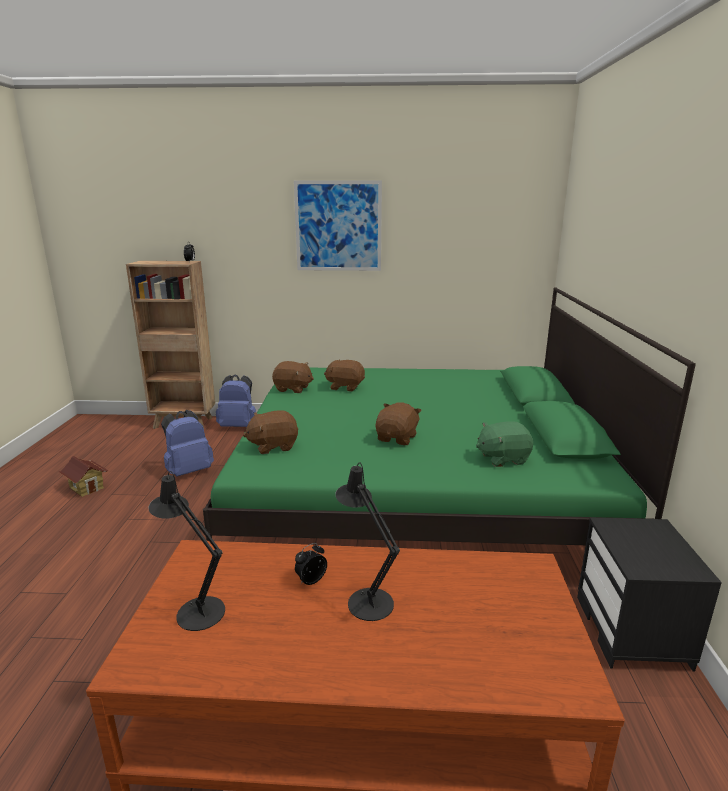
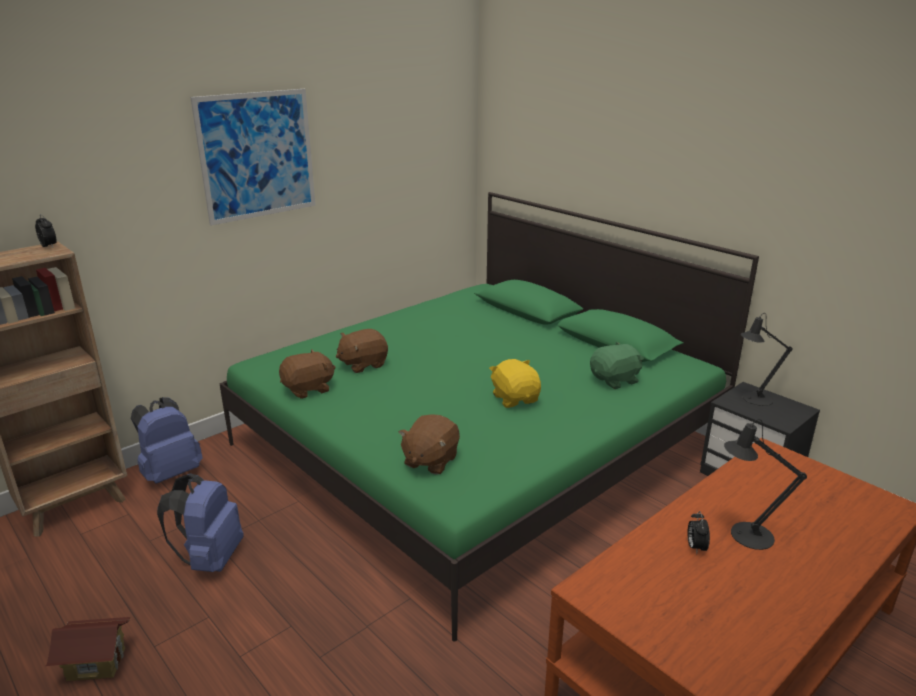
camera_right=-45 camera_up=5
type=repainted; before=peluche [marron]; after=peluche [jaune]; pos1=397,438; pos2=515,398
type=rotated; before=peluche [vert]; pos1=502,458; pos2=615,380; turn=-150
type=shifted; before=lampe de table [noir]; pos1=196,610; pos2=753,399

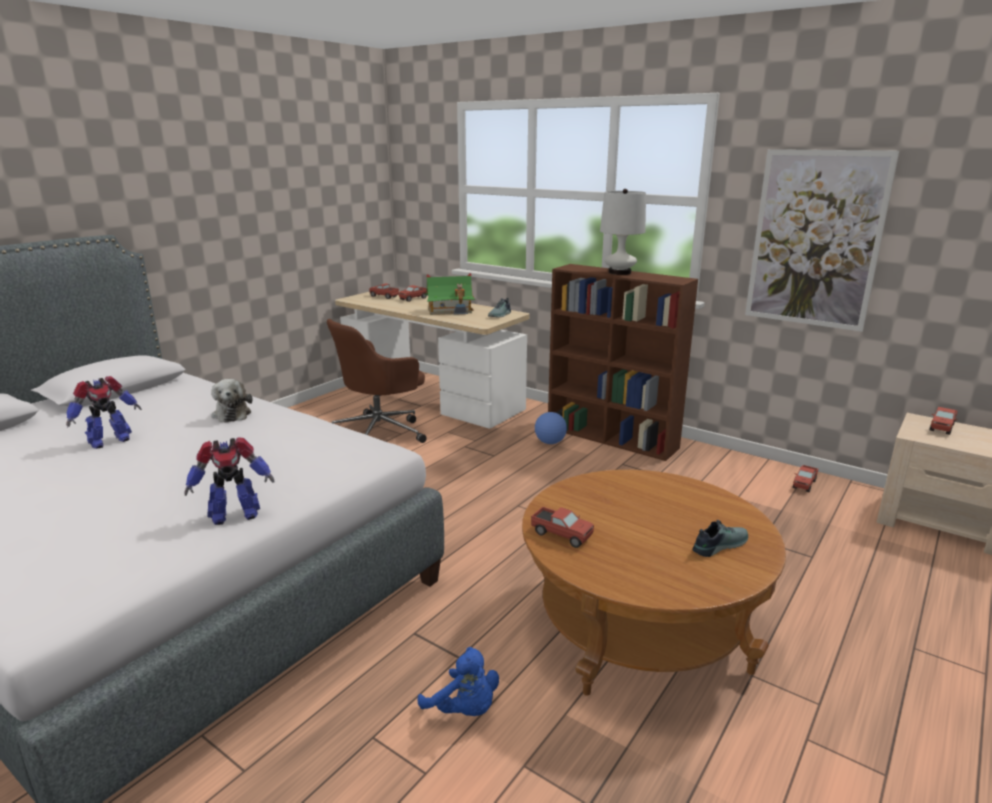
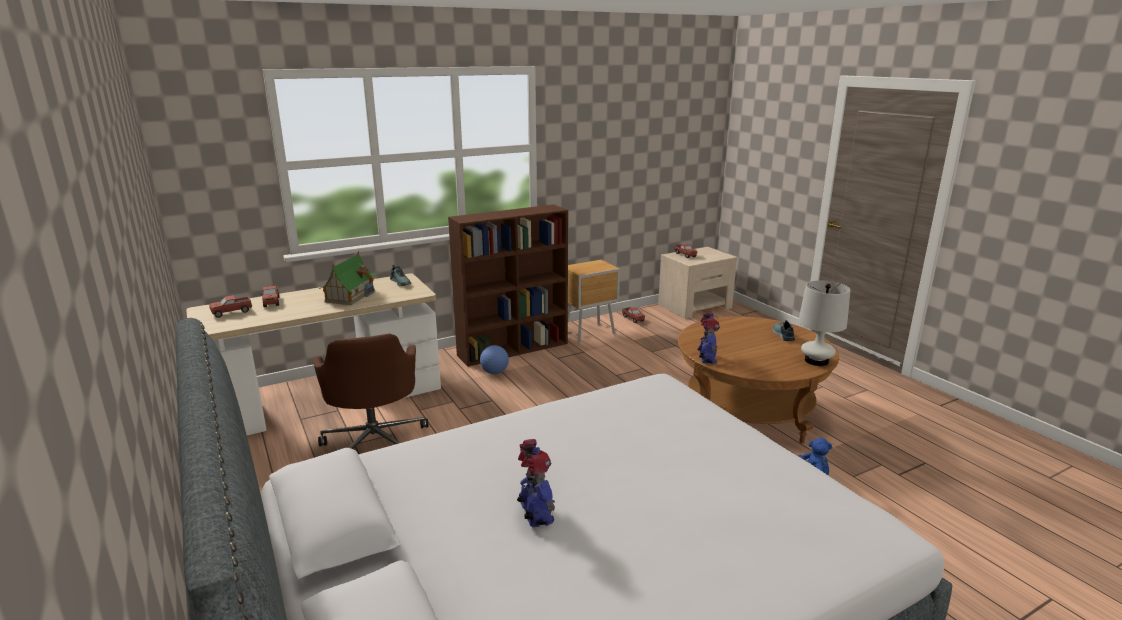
camera_right=-65 camera_up=0
type=gone; before=tableau; pos1=815,240
type=shifted; before=lampe de table [blanc]; pos1=619,272; pos2=816,361
type=gone; before=peluche; pos1=232,414
type=shifted; before=robot jouet; pos1=234,515; pos2=706,359
type=gone; before=camion jouet; pos1=561,535
type=new; after=table de chevet [marron]; pos2=590,332

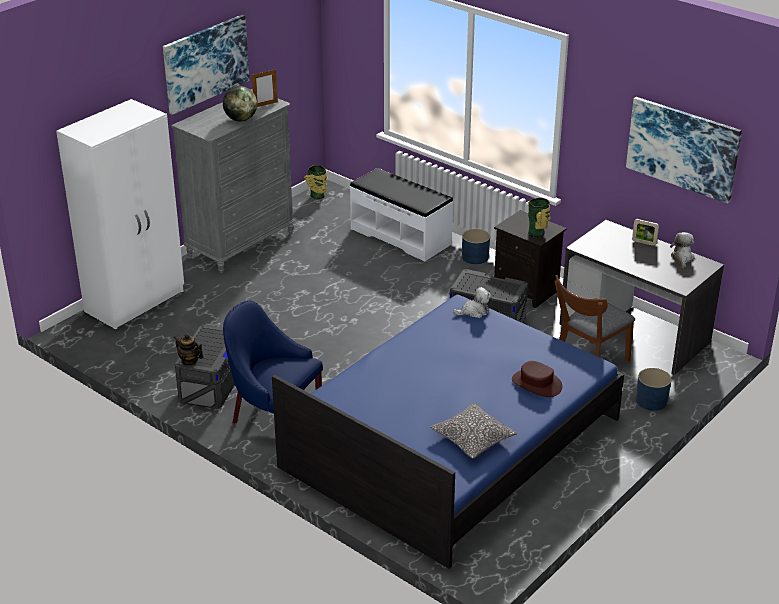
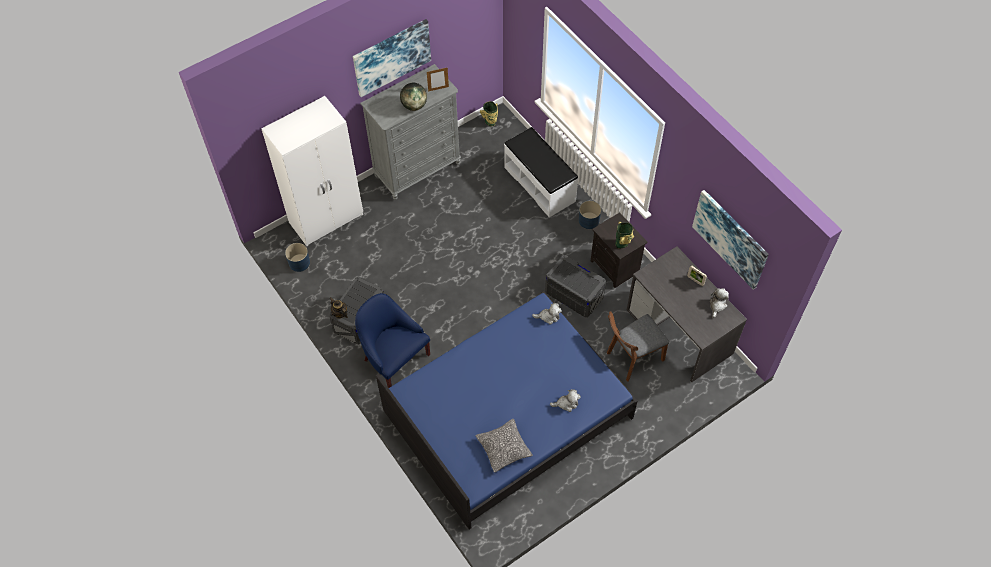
camera_right=15 camera_up=25
type=swapped; before=chapeau [marron]; after=peluche; pos1=536,384; pos2=566,403
type=shifted; before=cache-pot [bleu]; pos1=651,401; pos2=299,262

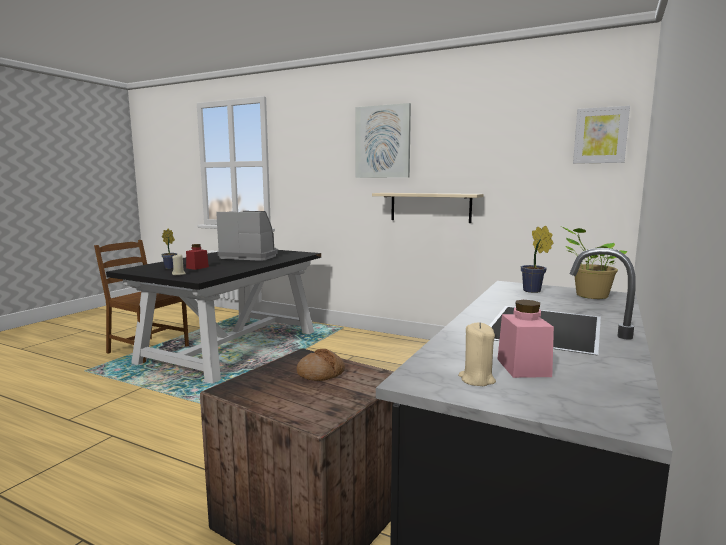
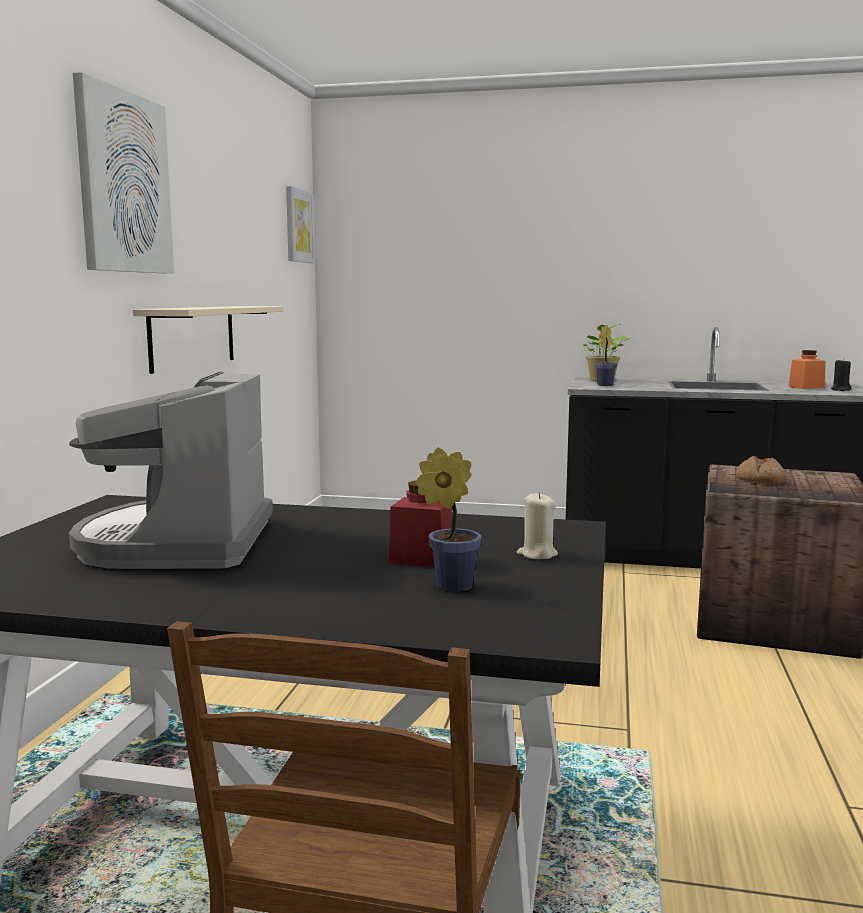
camera_right=-105 camera_up=0
type=repainted; before=bocal [rose]; after=bocal [orange]; pos1=523,367; pos2=806,387
type=repainted; before=bougie [beige]; after=bougie [noir]; pos1=476,379; pos2=840,390

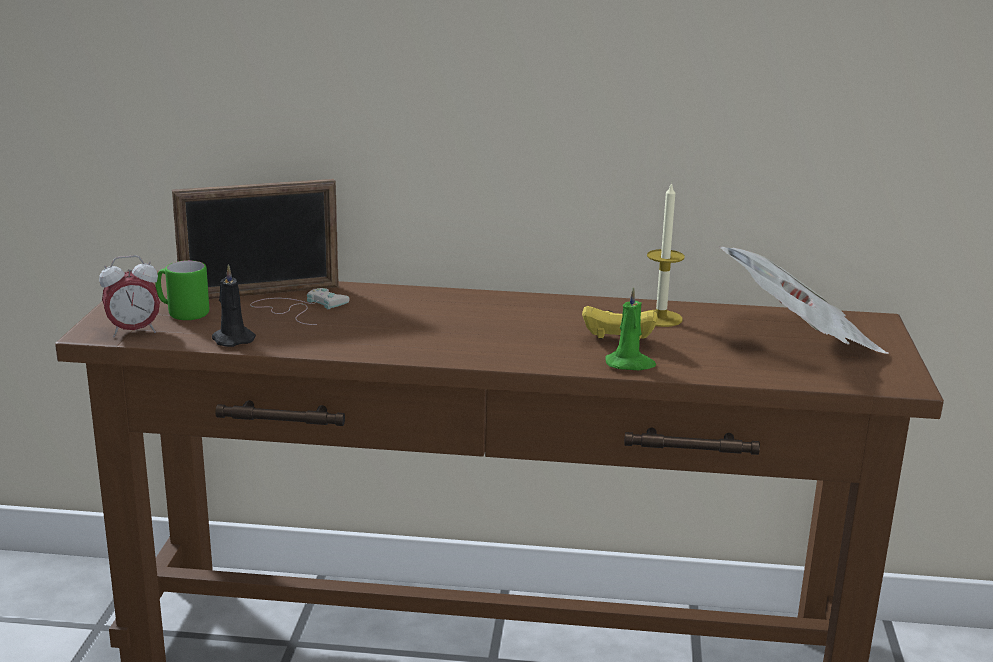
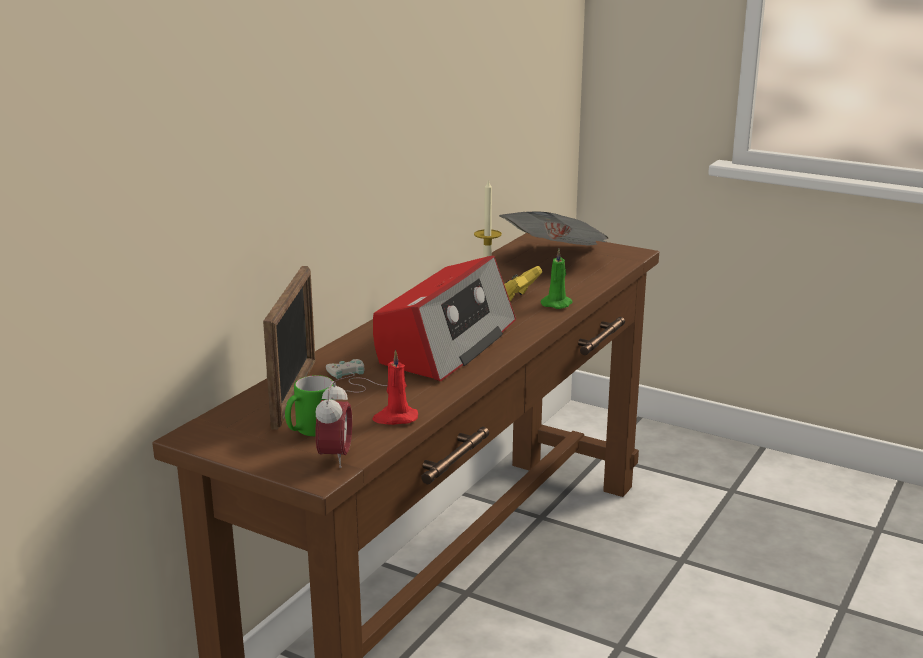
camera_right=-65 camera_up=0
type=repainted; before=bougie [noir]; after=bougie [rouge]; pos1=232,339; pos2=395,418
type=new; after=radio; pos2=445,343

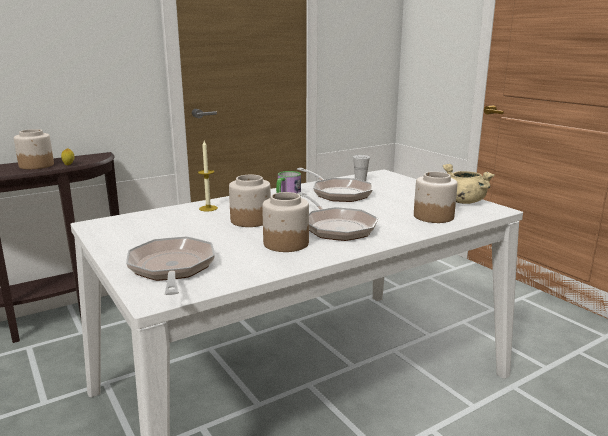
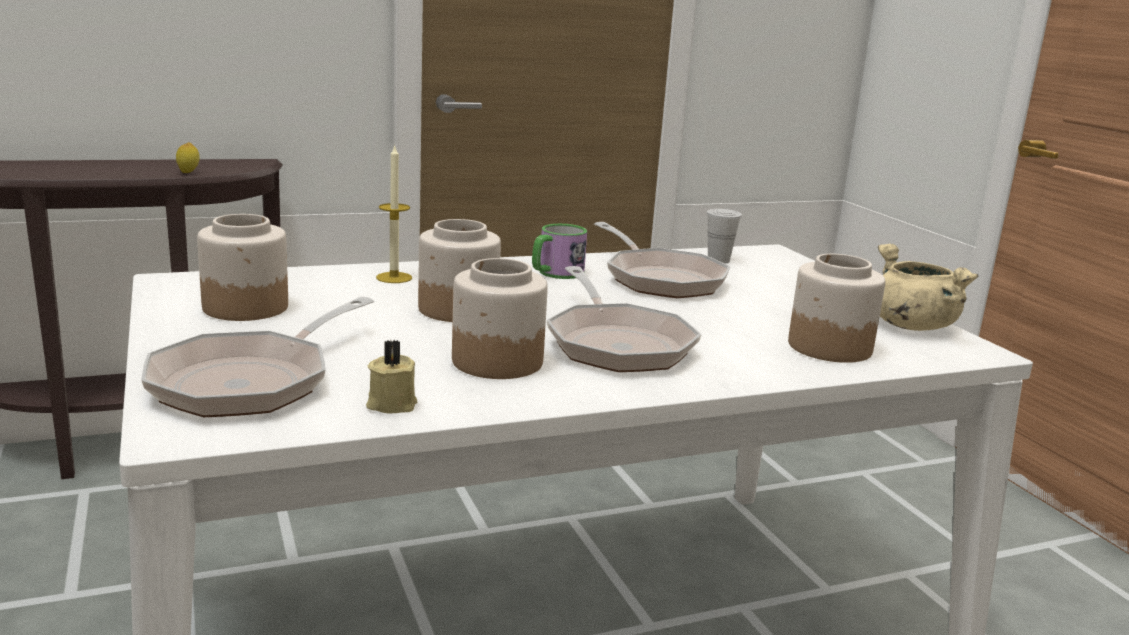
camera_right=10 camera_up=0
type=shifted; before=bocal; pos1=37,165; pos2=246,307
type=rotated; before=poêle; pos1=172,269; pos2=251,381; turn=-150
type=new; after=bougie [beige]; pos2=391,403

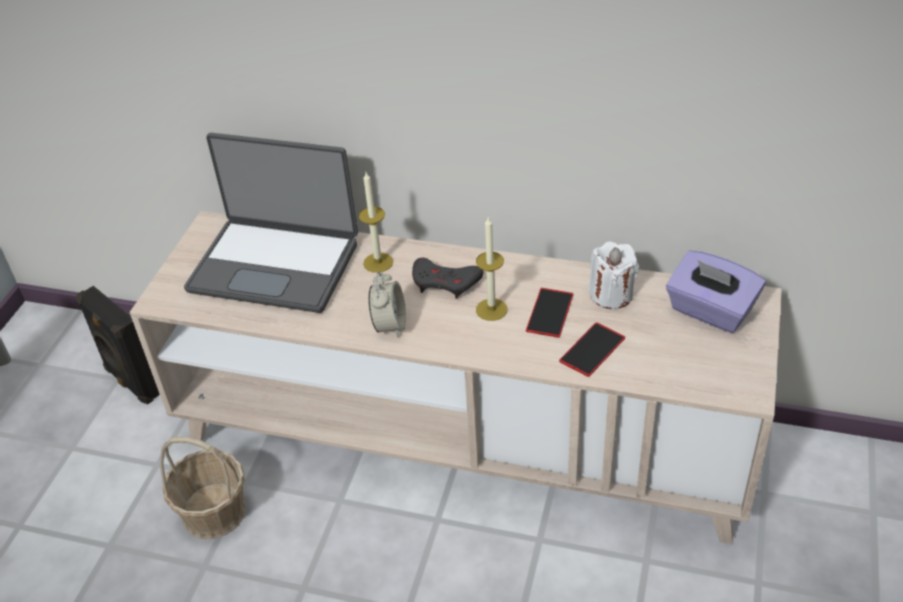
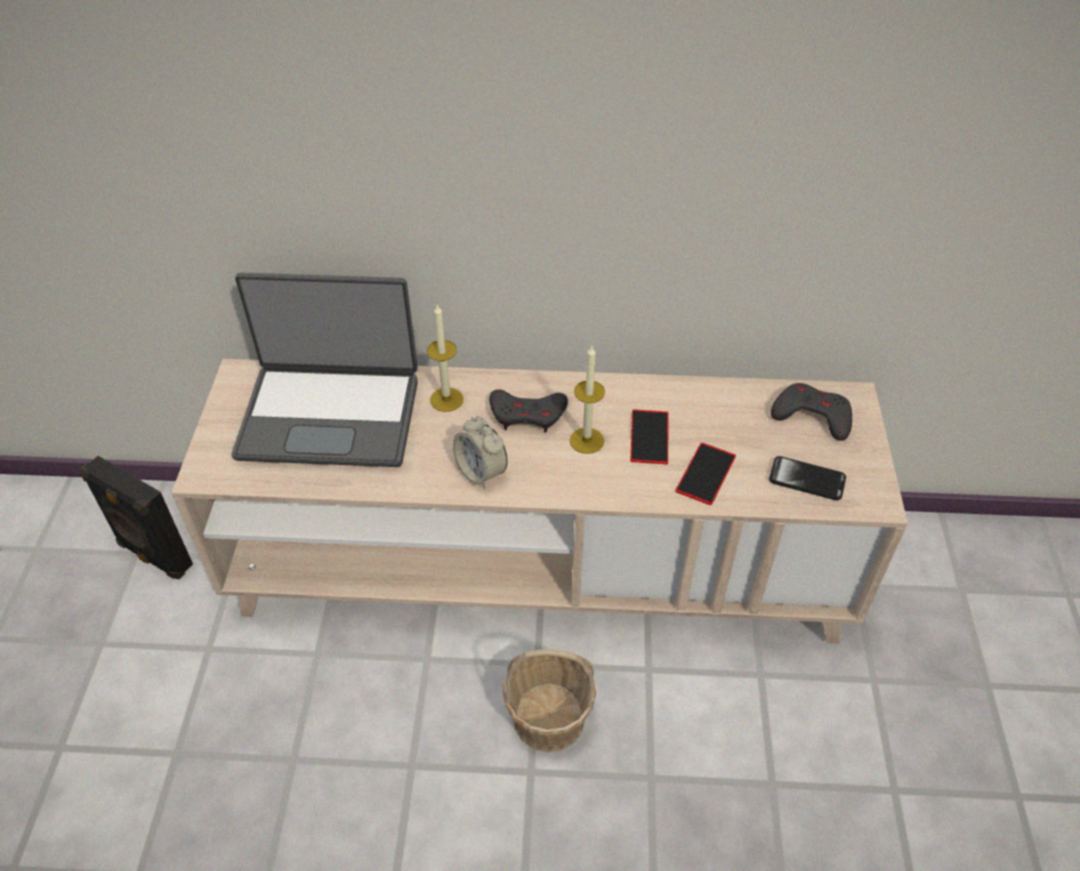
camera_right=-15 camera_up=5
type=gone; before=bougie [blanc]; pos1=611,294
type=swapped; before=boîte à mouchoirs [violet]; after=manette [gris]; pos1=710,311; pos2=812,416
type=rotated; before=réveil; pos1=390,325; pos2=481,472; turn=150
type=shifted; before=panier; pos1=214,511; pos2=548,717
type=new; after=téléphone; pos2=806,479

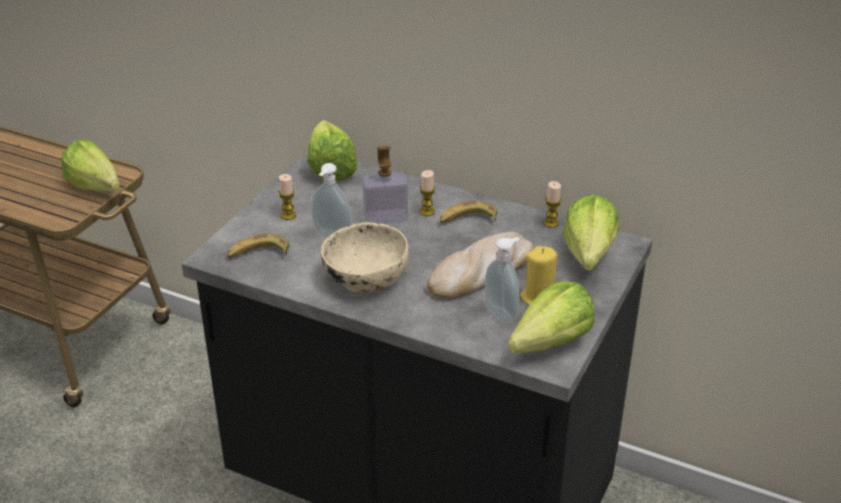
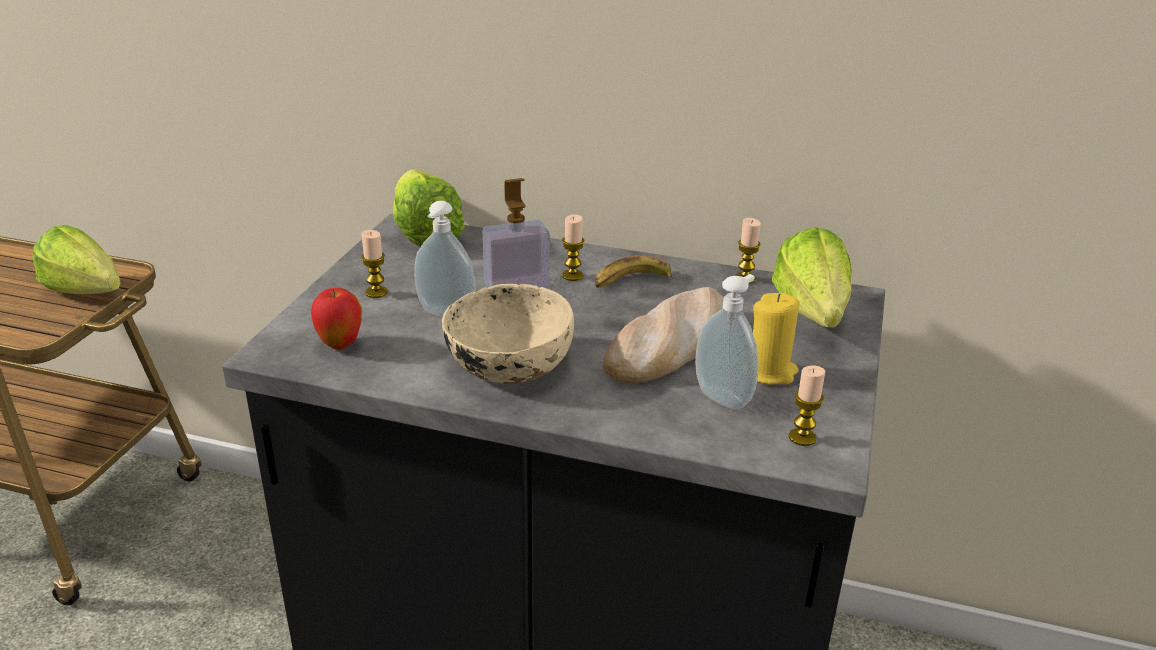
camera_right=-10 camera_up=-5
type=swapped; before=banane; after=pomme; pos1=258,254; pos2=340,344
type=swapped; before=laitue; after=bougie; pos1=543,346; pos2=802,437

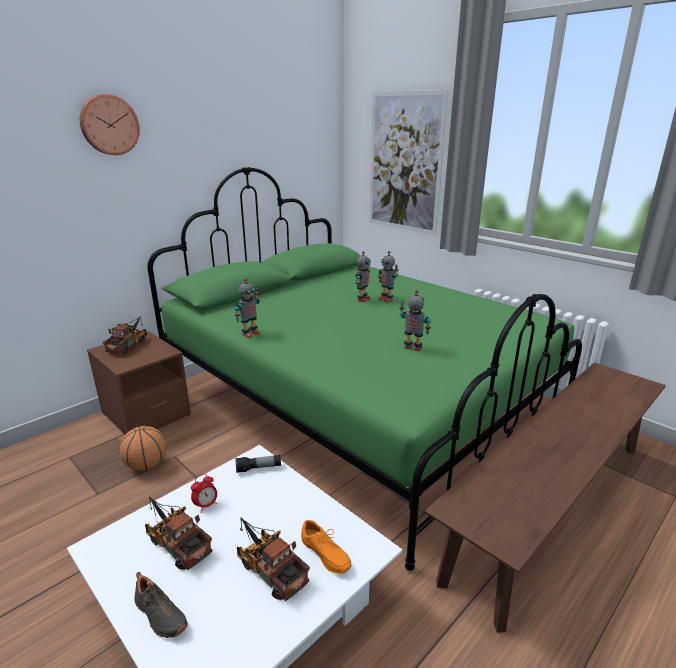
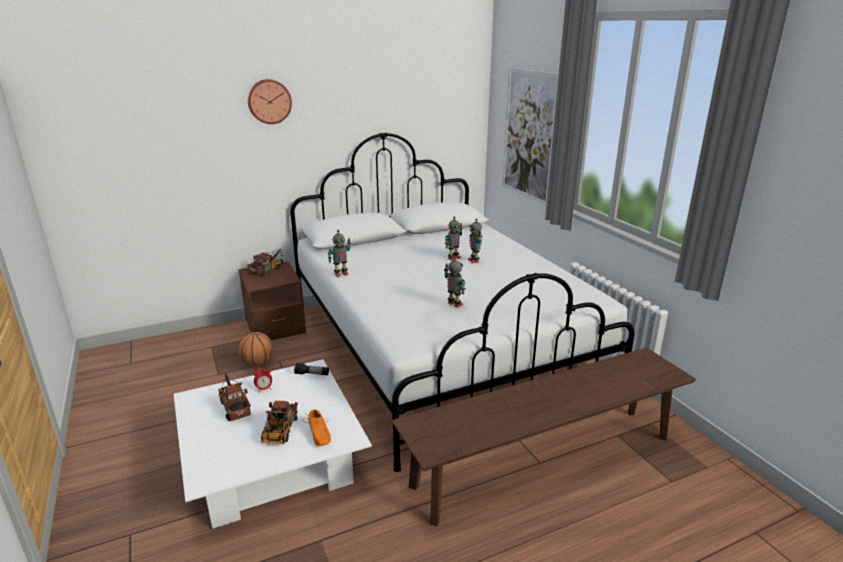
camera_right=20 camera_up=0
type=repainted; before=lit [vert]; after=lit [blanc]; pos1=356,403; pos2=440,348
type=rotated; before=camion jouet; pos1=269,568; pos2=279,433; turn=-150
type=gone; before=chaussure [noir]; pos1=159,616

